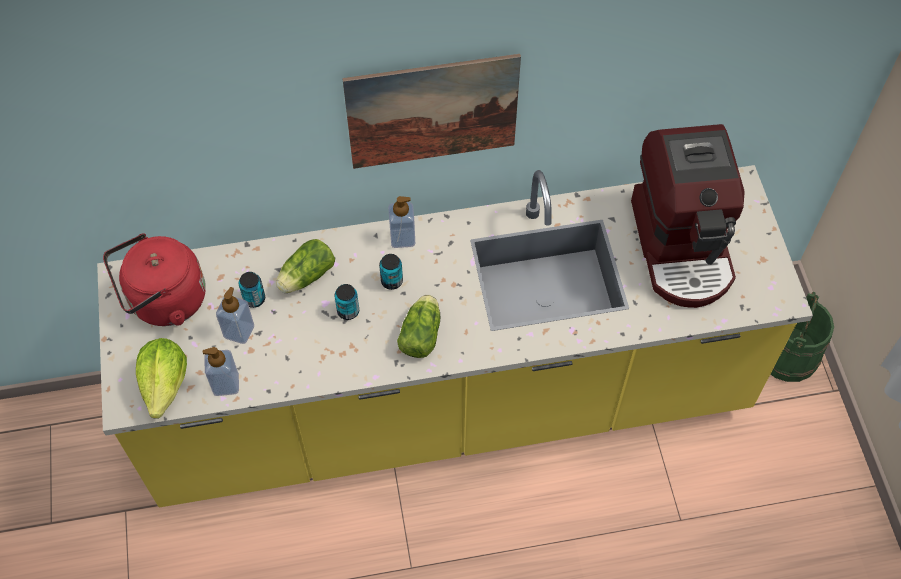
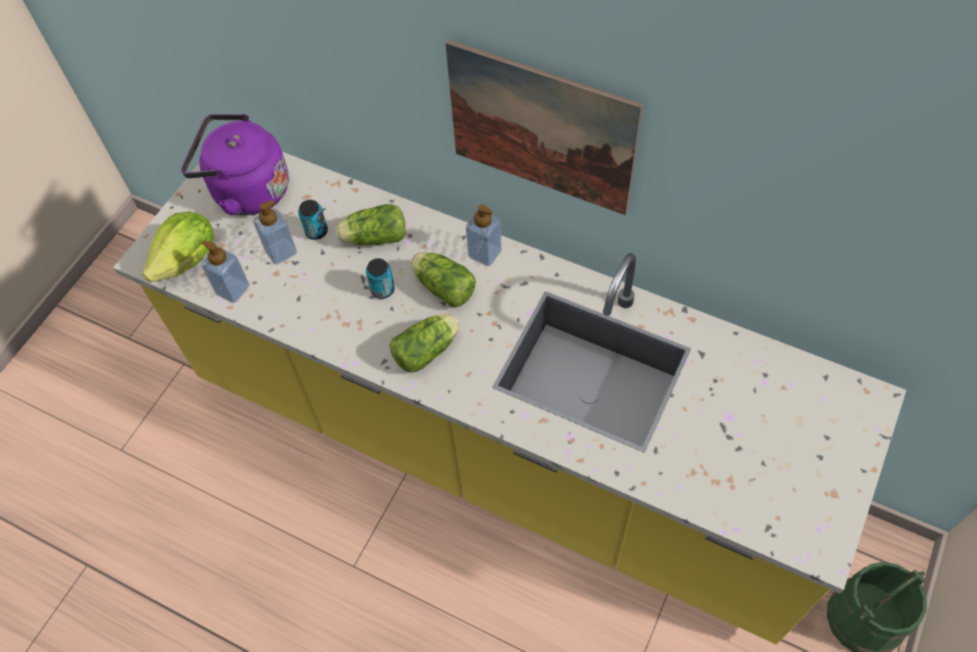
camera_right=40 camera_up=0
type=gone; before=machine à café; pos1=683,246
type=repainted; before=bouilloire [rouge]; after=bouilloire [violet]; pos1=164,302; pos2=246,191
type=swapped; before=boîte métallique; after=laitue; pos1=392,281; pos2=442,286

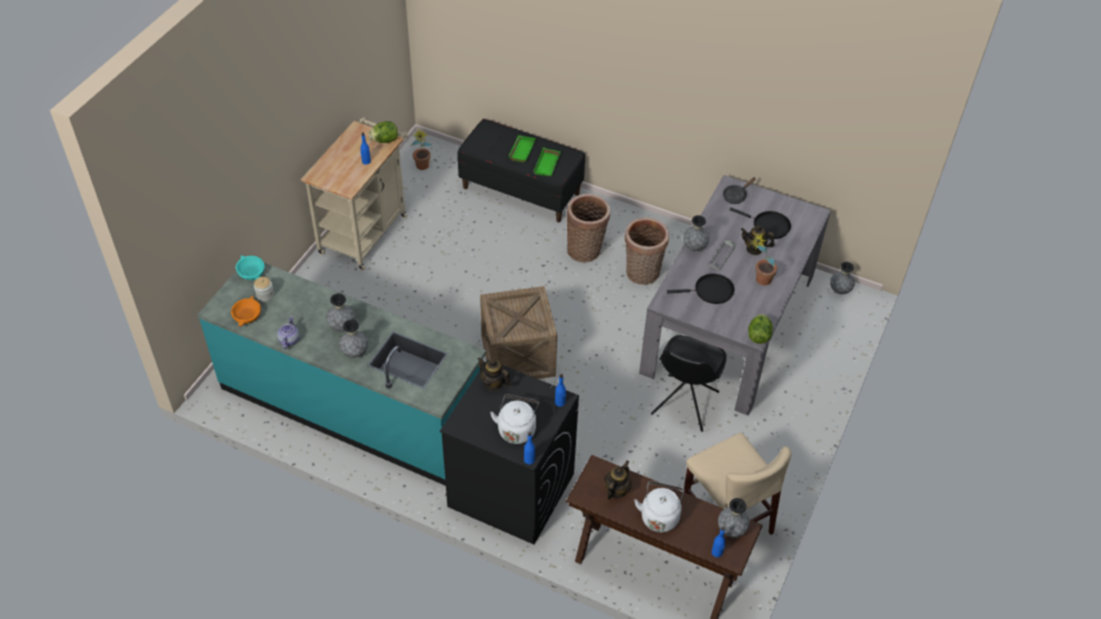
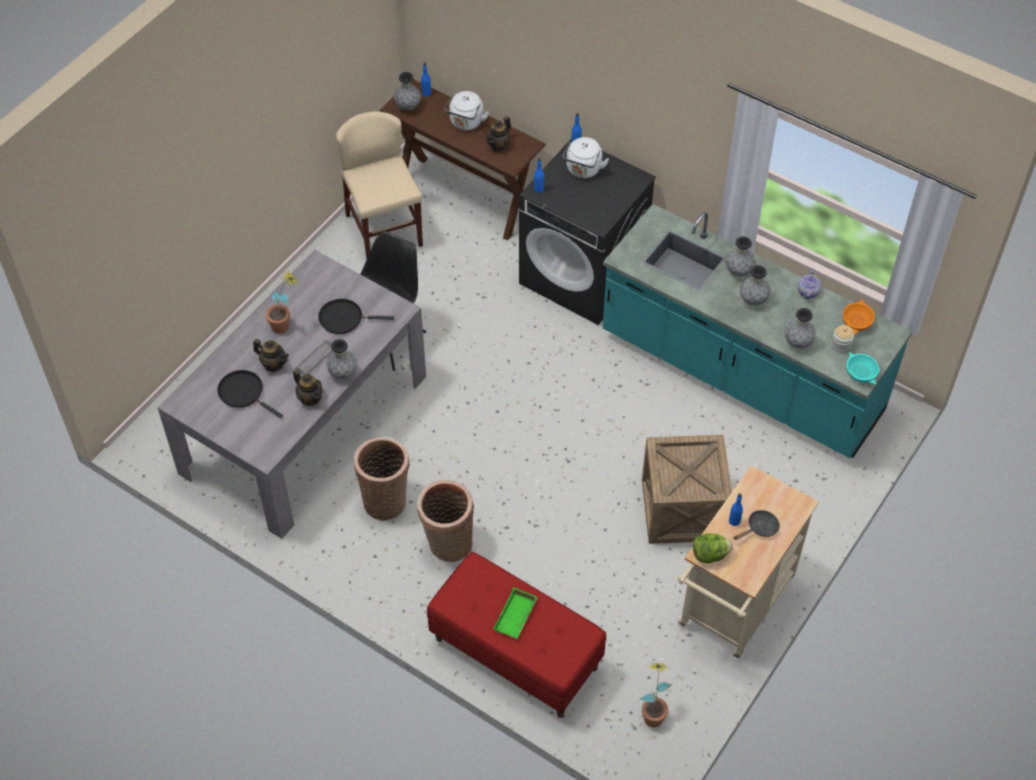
camera_right=-170 camera_up=5
type=repainted; before=banc [noir]; after=banc [rouge]; pos1=521,190; pos2=515,653
type=gone; before=plateau [vert]; pos1=548,165
type=shifted; before=poêle [noir]; pos1=736,196; pos2=760,528
type=shifted; before=vase [gris]; pos1=839,290; pos2=797,343
type=shifted; before=caisse; pos1=518,356; pos2=682,509
type=gone; before=laitue; pos1=758,336
type=shifted; before=théière; pos1=493,384; pos2=310,398

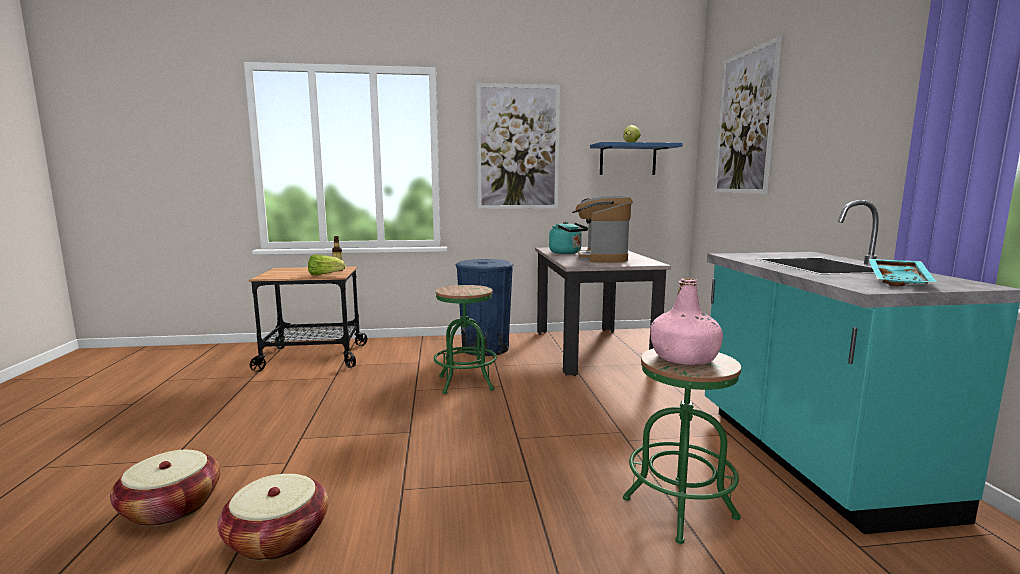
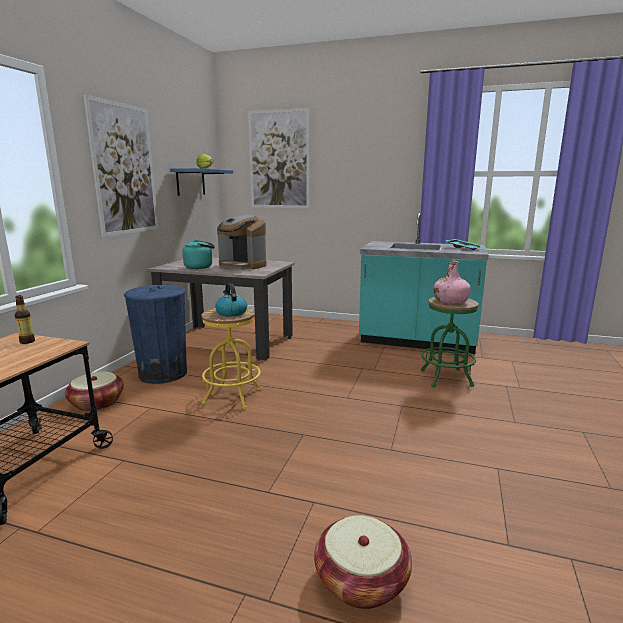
camera_right=-65 camera_up=5
type=gone; before=laitue; pos1=325,275
type=repainted; before=tabouret [vert]; after=tabouret [jaune]; pos1=465,383; pos2=232,396
type=shifted; before=panier; pos1=277,538; pos2=97,403
type=new; after=bouilloire; pos2=231,312

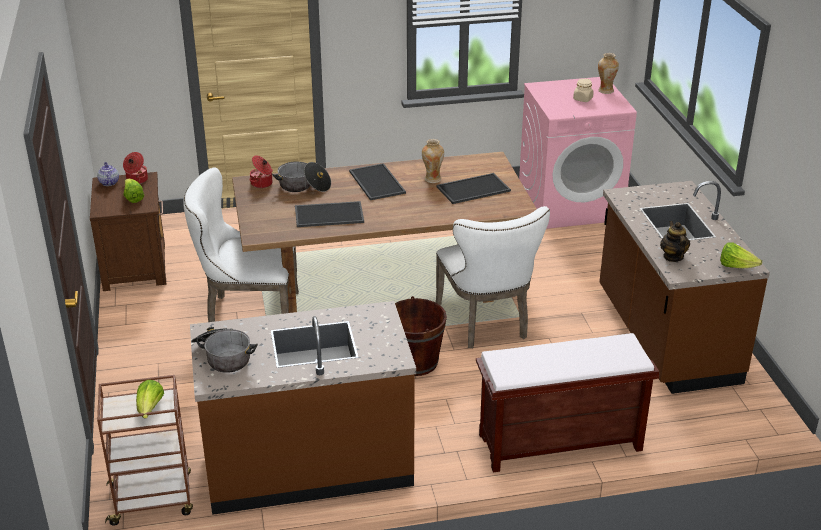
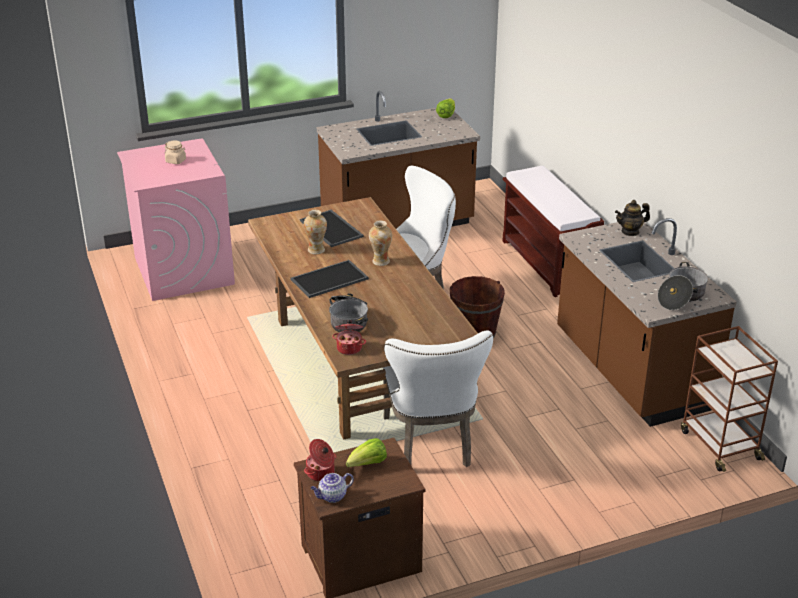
camera_right=-100 camera_up=0
type=shifted; before=vase; pos1=605,91; pos2=380,261
type=gone; before=plateau; pos1=329,214
type=shifted; before=théière; pos1=673,257; pos2=630,231
type=gone; before=laitue; pos1=150,409

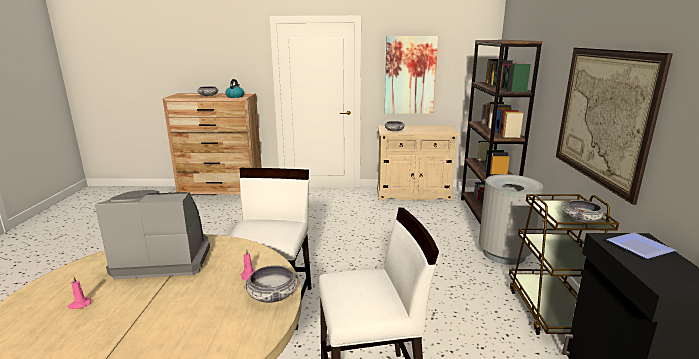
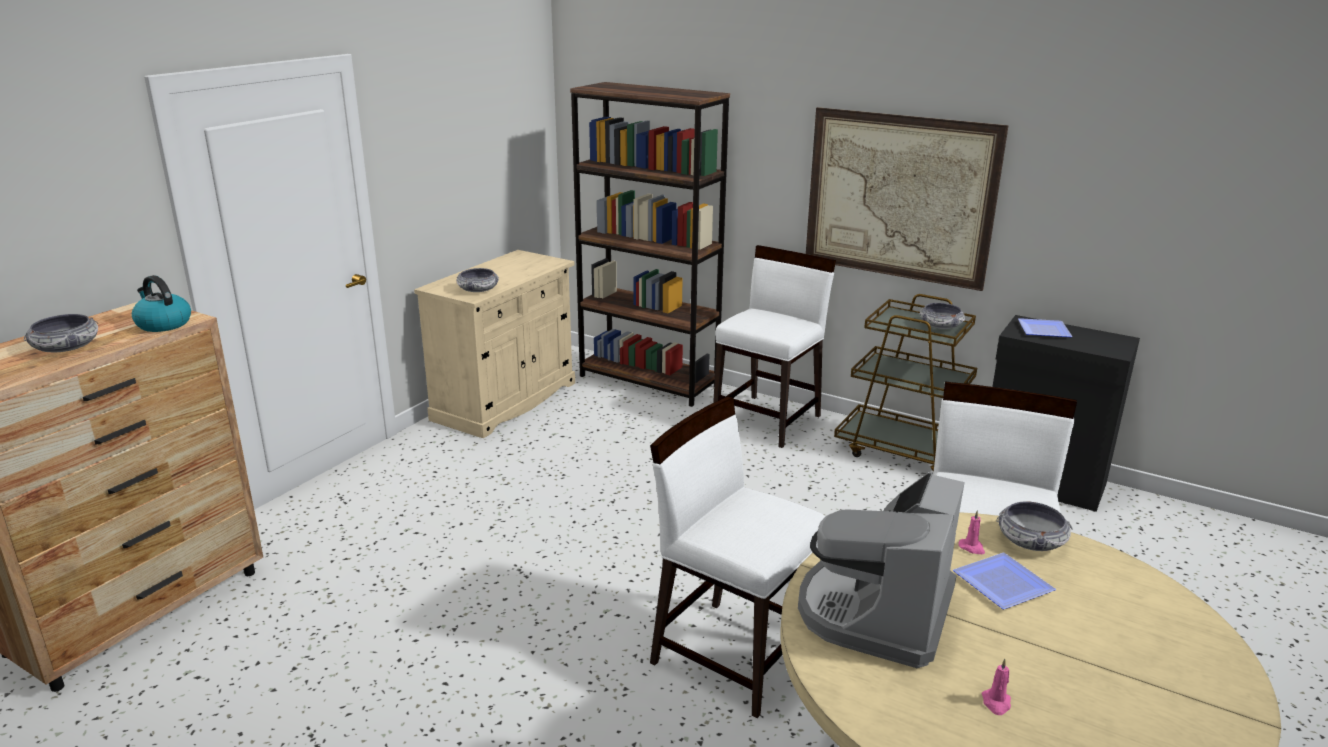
camera_right=-60 camera_up=5
type=gone; before=tableau; pos1=410,75
type=swapped; before=poubelle [gris]; after=chaise [blanc]; pos1=504,254; pos2=768,420
type=new; after=assiette; pos2=1002,586

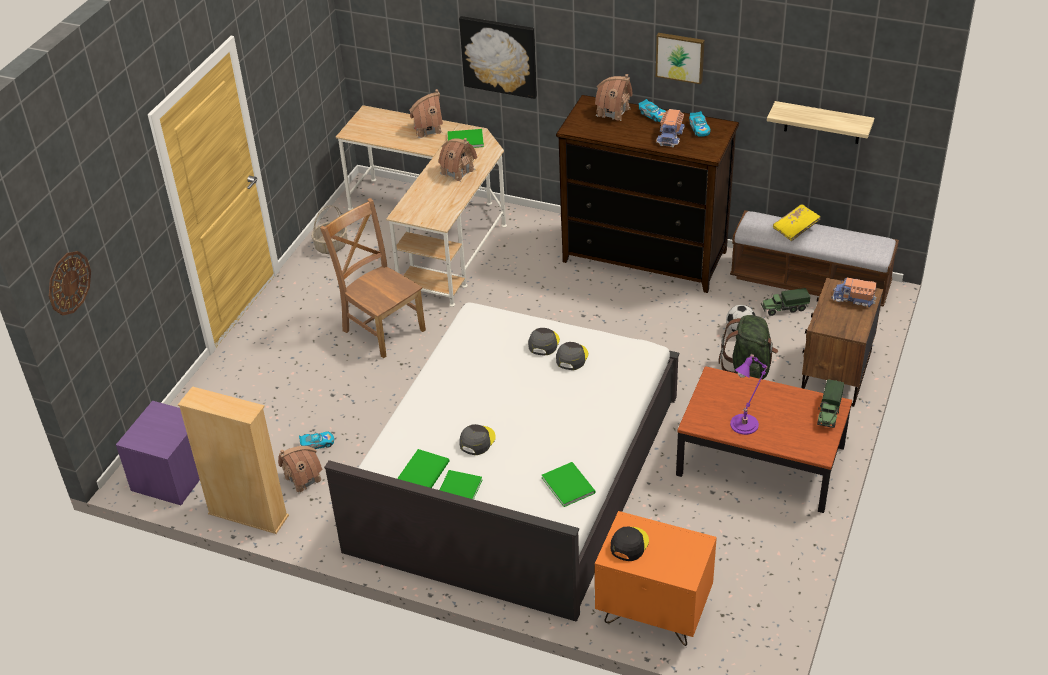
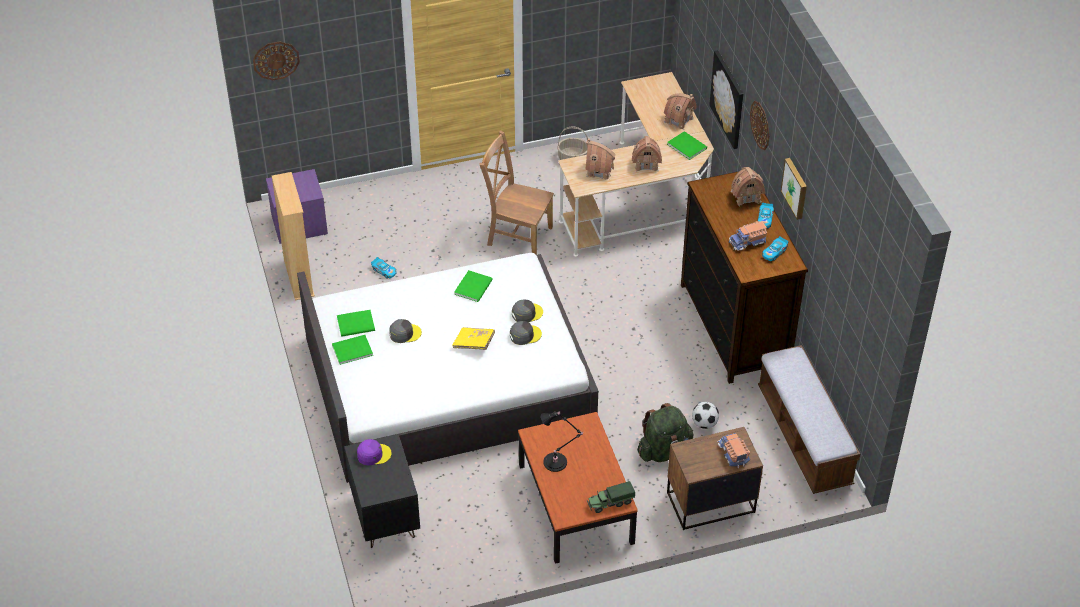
camera_right=50 camera_up=5
type=gone; before=étagère; pos1=822,123
type=rotated; before=chaise [marron]; pos1=382,328; pos2=517,235; turn=-75
type=shifted; before=livre [jaune]; pos1=796,228; pos2=474,343
type=gone; before=camion jouet; pos1=784,308
type=repainted; before=lampe de table [violet]; after=lampe de table [noir]; pos1=746,423; pos2=557,462
type=shifted; before=maison miniature; pos1=303,479; pos2=599,171
type=shifted; before=livre [vert]; pos1=568,484; pos2=474,286
type=repainted; before=table de chevet [orange]; after=table de chevet [noir]; pos1=653,613; pos2=385,517
type=repainted; before=casquette [noir]; after=casquette [violet]; pos1=629,544; pos2=373,454
type=new; after=horloge murale; pos2=760,125

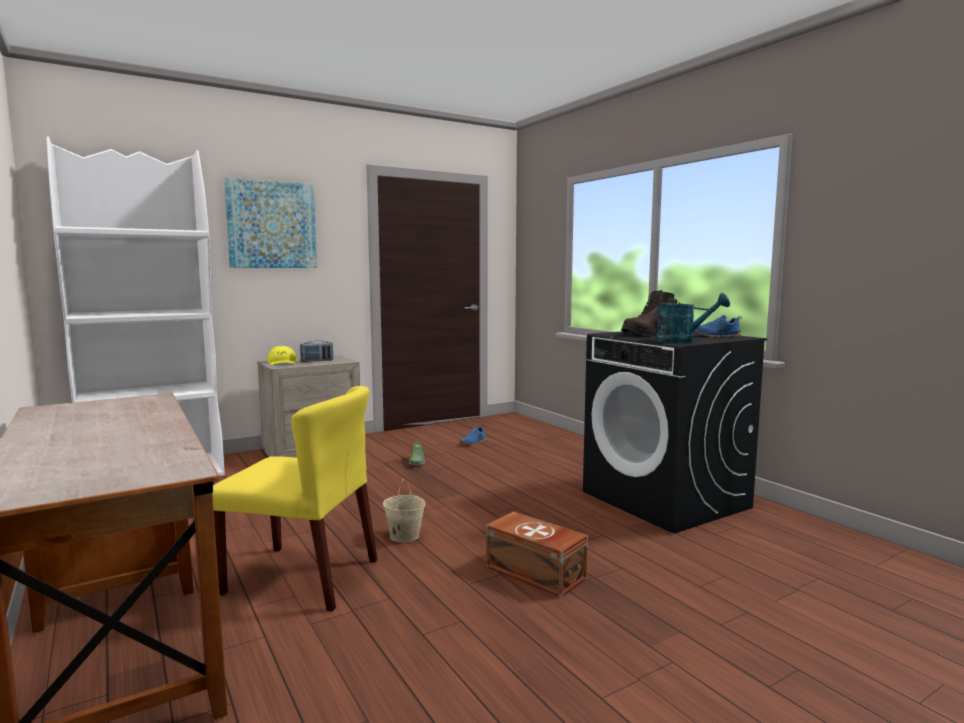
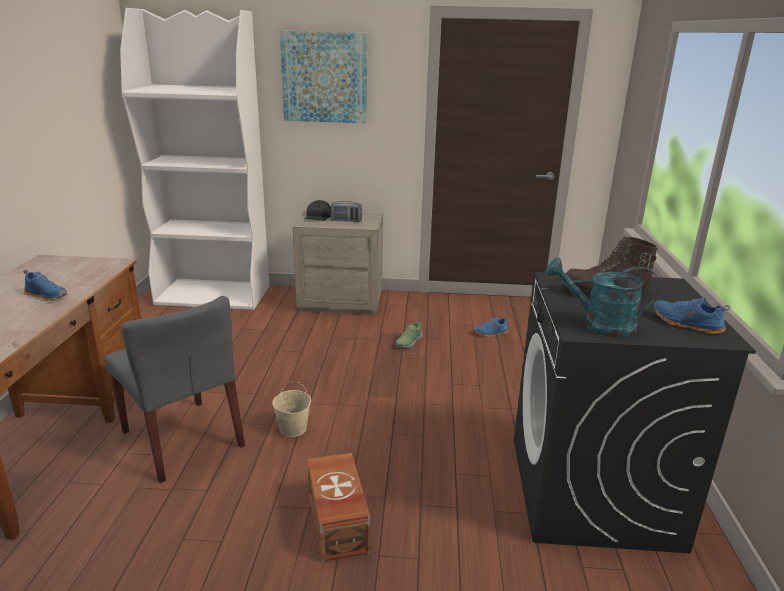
camera_right=35 camera_up=15
type=rotated; before=arrosoir [turquoise]; pos1=682,341; pos2=599,325; turn=150
type=repainted; before=casquette [jaune]; after=casquette [noir]; pos1=282,362; pos2=318,216
type=repainted; before=chaise [jaune]; after=chaise [gris]; pos1=303,576; pos2=183,439
type=new; after=chaussure [bleu]; pos2=47,295

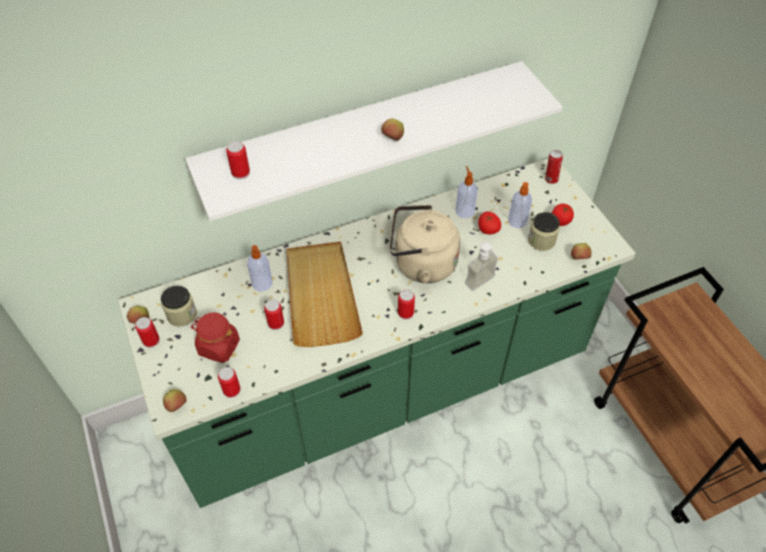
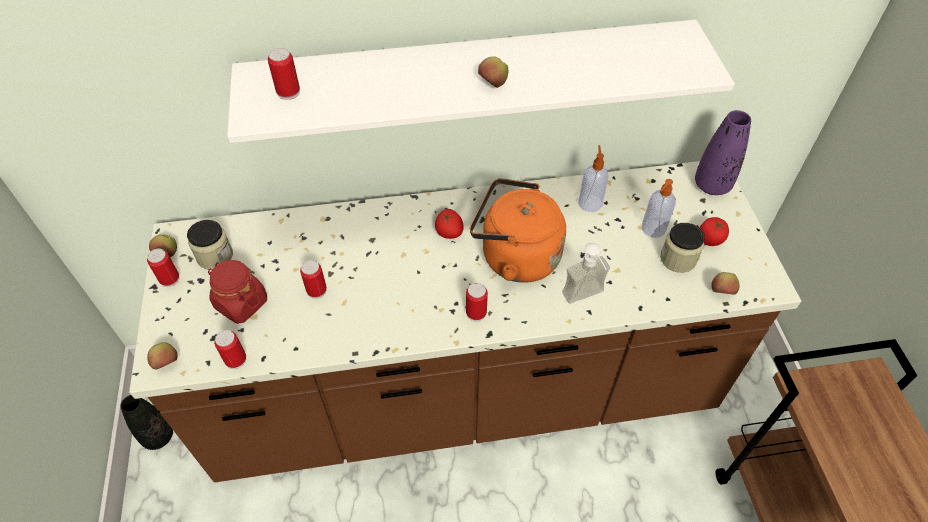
camera_right=15 camera_up=0
type=swapped; before=boîte métallique; after=vase [violet]; pos1=550,179; pos2=712,185
type=repainted; before=comptoir de cuisine [vert]; after=comptoir de cuisine [marron]; pos1=383,388; pos2=464,394
type=repainted; before=bouilloire [beige]; after=bouilloire [orange]; pos1=421,264; pos2=515,256
type=shifted; before=tomate; pos1=487,229; pos2=449,232
type=gone; before=plateau [beige]; pos1=321,295
type=gone; before=distributeur de savon; pos1=262,284
type=new; after=vase [noir]; pos2=158,437

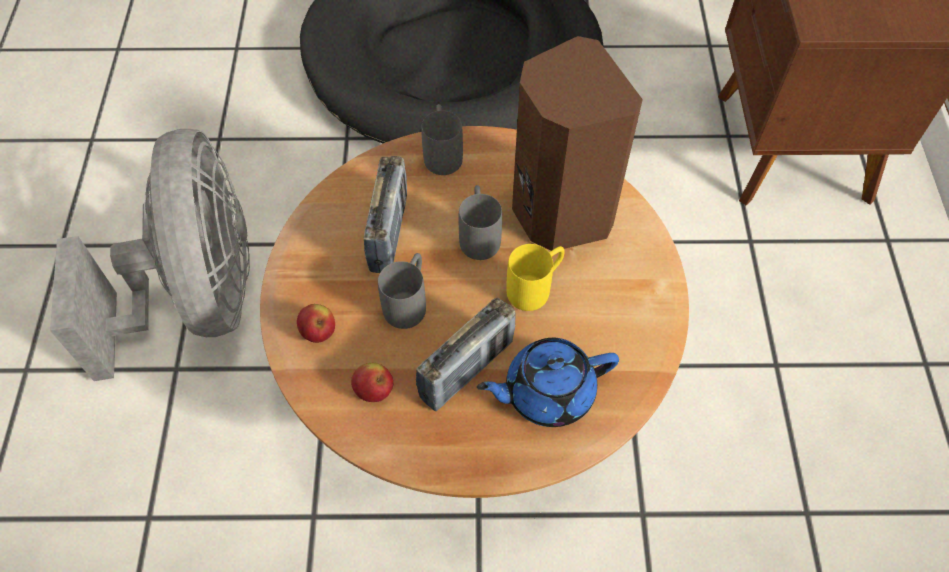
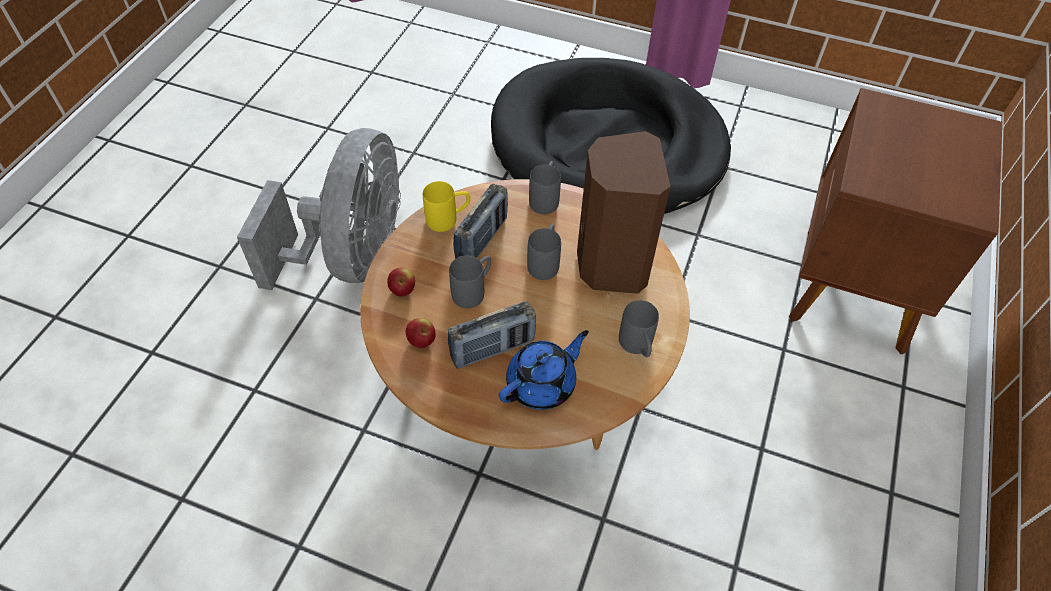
camera_right=20 camera_up=-5
type=shifted; before=mug [jaune]; pos1=536,287; pos2=448,219
type=rotated; before=théière [bleu]; pos1=547,392; pos2=542,384; turn=135
type=new; after=mug [gris]; pos2=637,347

